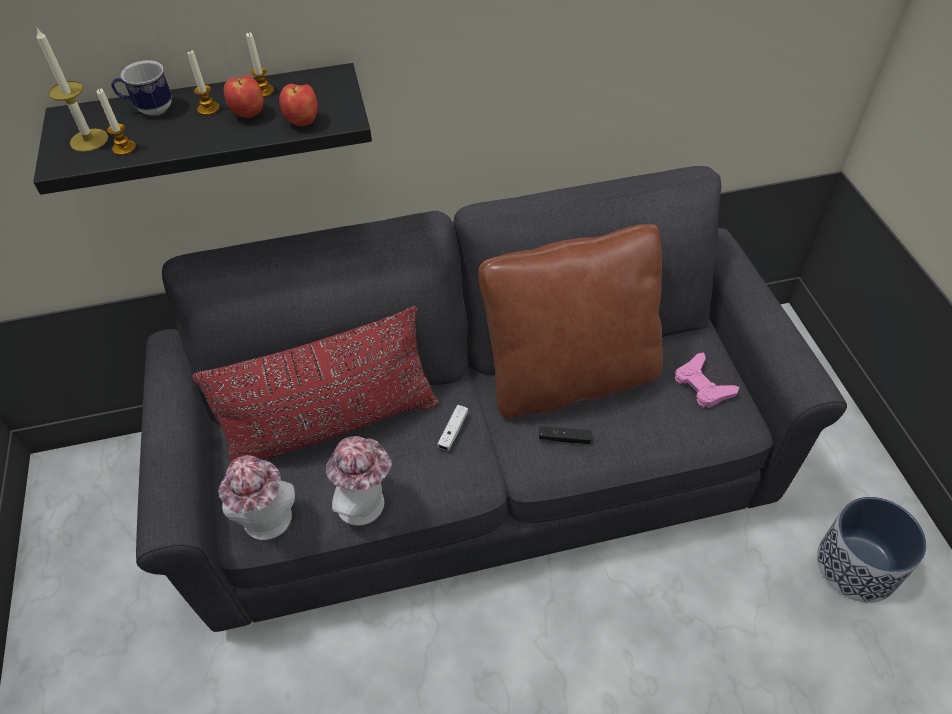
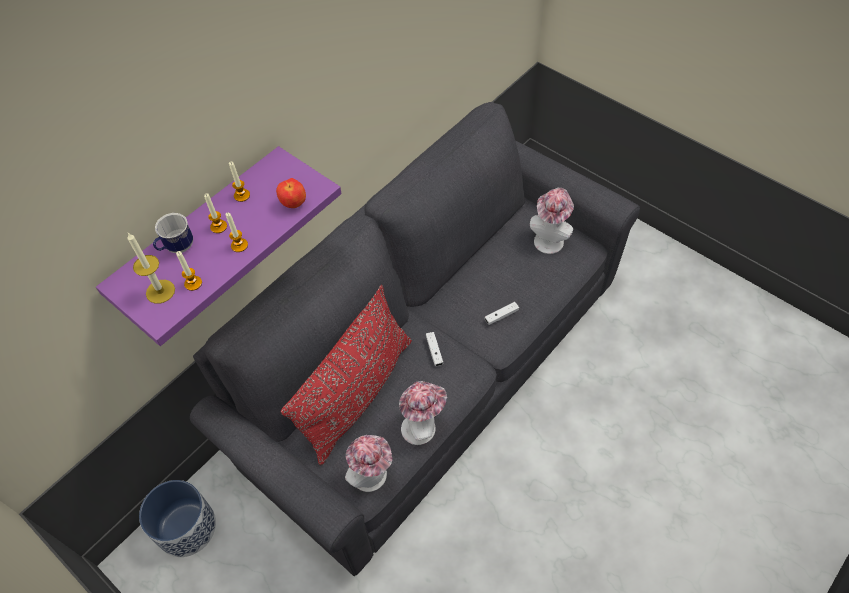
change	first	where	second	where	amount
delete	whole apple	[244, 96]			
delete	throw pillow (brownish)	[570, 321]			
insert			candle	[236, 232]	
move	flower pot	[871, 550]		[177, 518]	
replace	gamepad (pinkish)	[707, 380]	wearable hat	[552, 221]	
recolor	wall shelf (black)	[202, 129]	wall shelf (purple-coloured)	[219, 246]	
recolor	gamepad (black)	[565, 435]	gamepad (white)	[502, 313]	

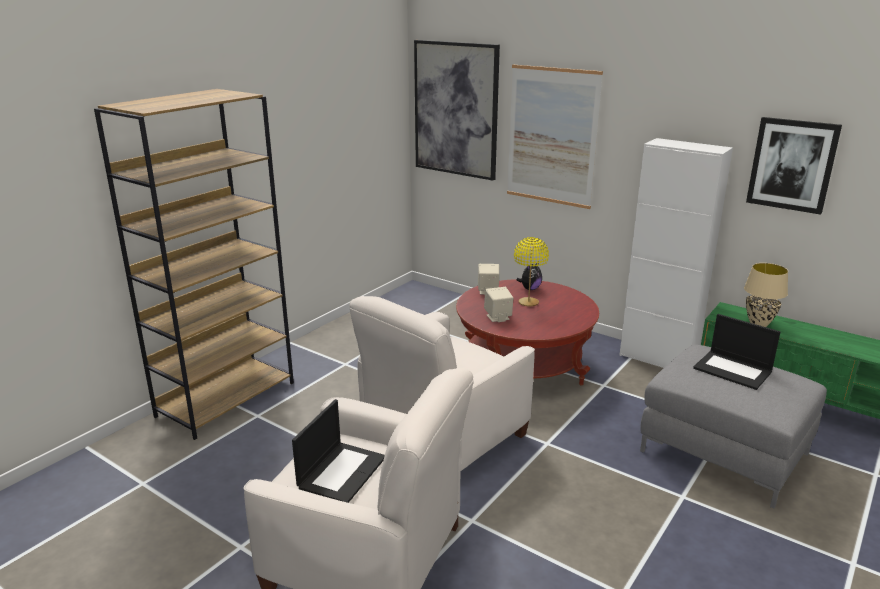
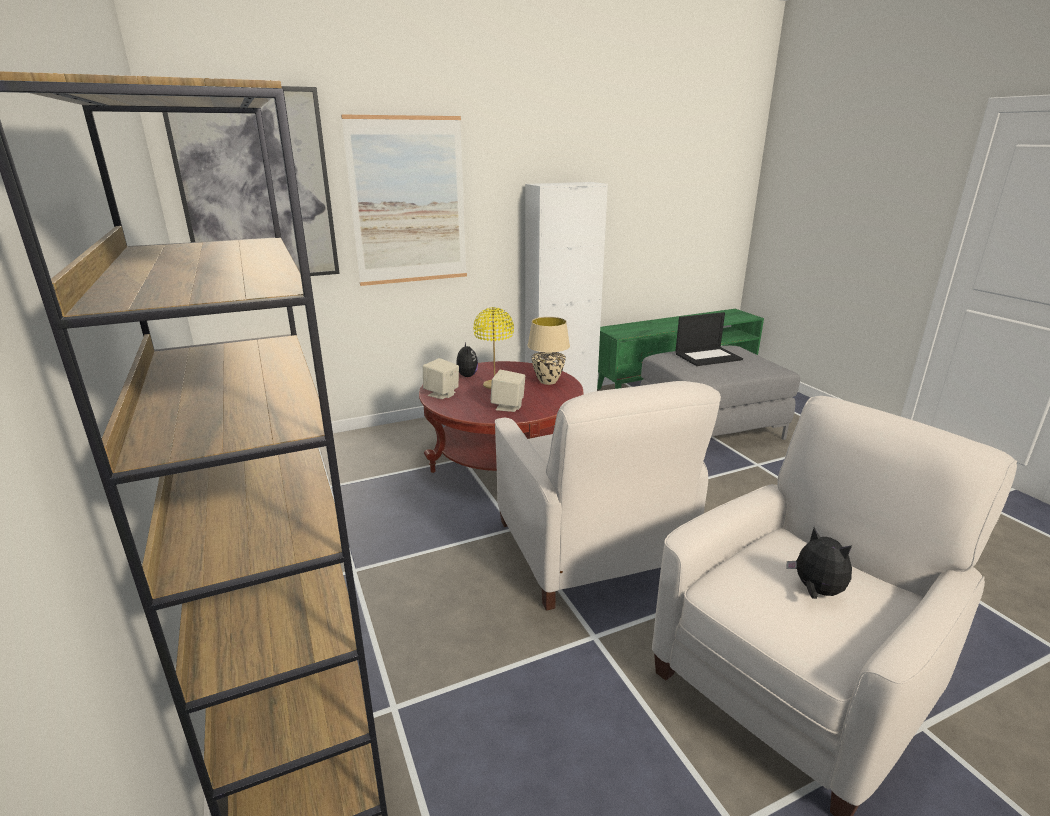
change	first	where	second	where	amount
delete	picture	[794, 166]			
move	tabletop lamp (beige)	[766, 295]		[549, 351]	
replace	notebook computer	[338, 451]	cuddly toy	[819, 563]	

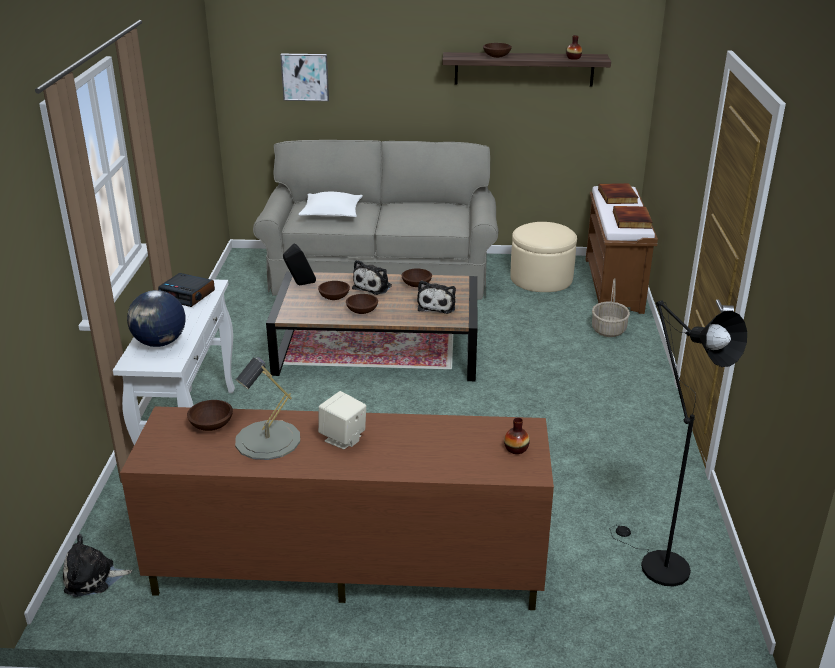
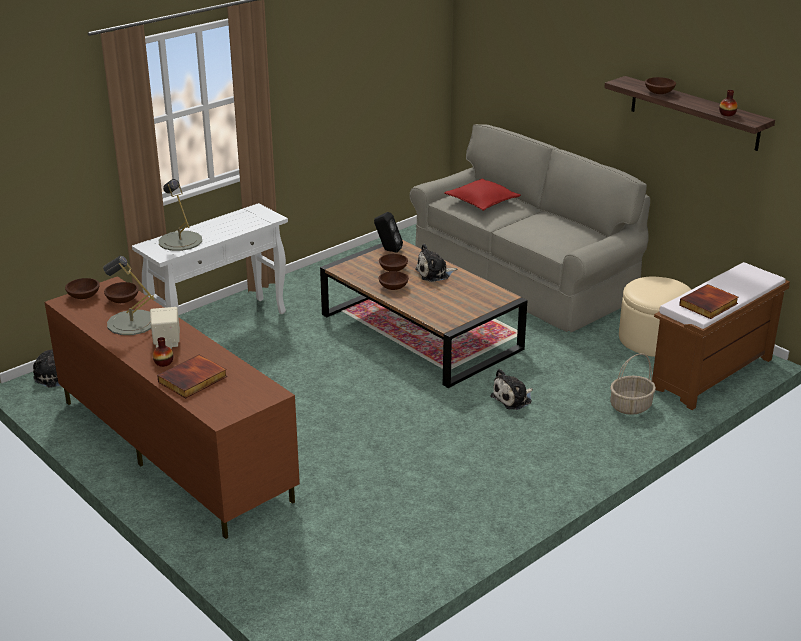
change	first	where	second	where	amount
delete	table clock	[186, 290]			
delete	picture	[304, 77]			
delete	floor lamp (black)	[678, 443]			
move	deep dish (brownish)	[416, 278]		[82, 288]	
move	cuddly toy	[436, 297]		[512, 389]	
move	flower vase	[517, 435]		[163, 352]	
move	book	[618, 193]		[192, 377]	
replace	world globe	[156, 318]	tabletop lamp (grey)	[180, 215]	
recolor	throw pillow (white)	[330, 204]	throw pillow (reddish)	[482, 194]	

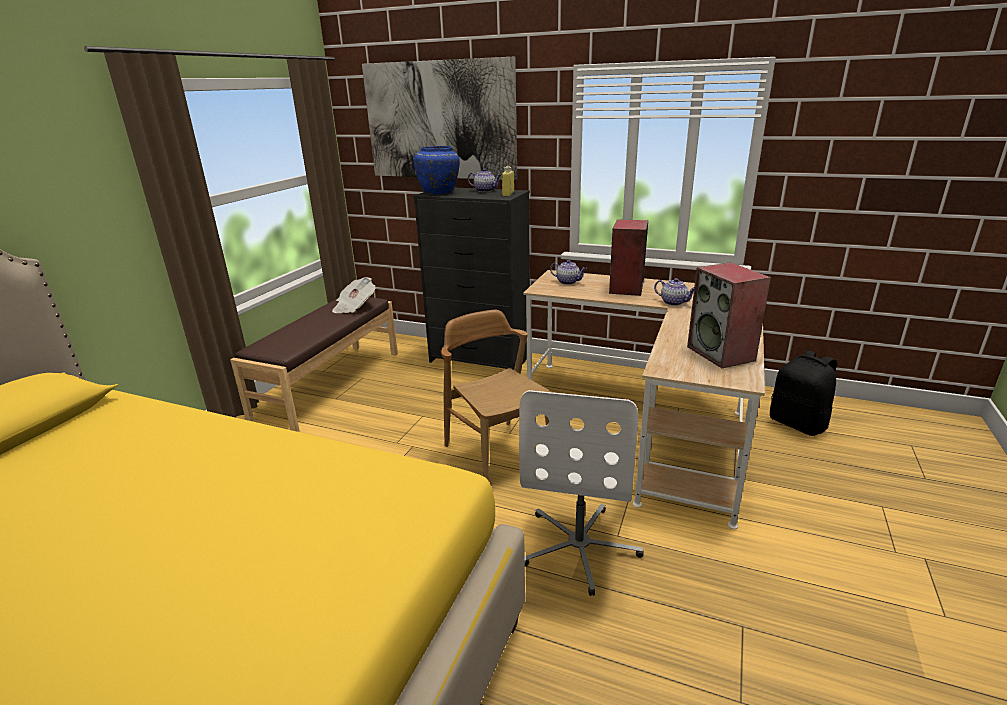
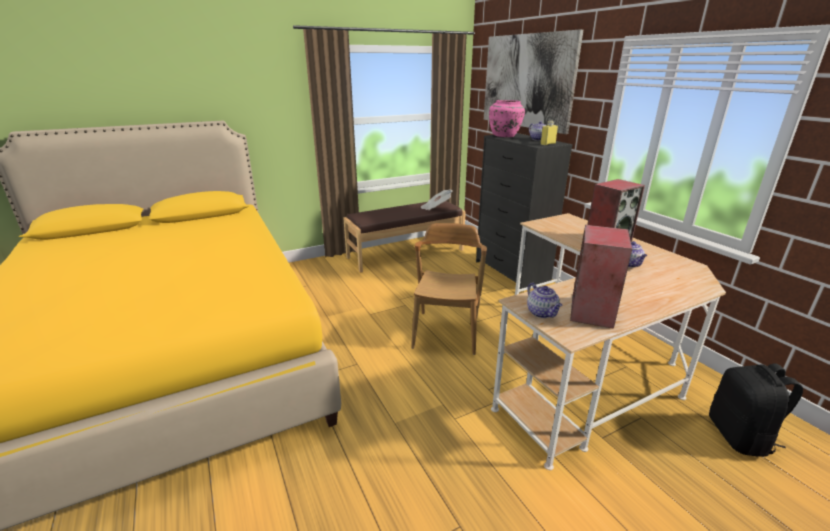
change	first	where	second	where	amount
delete	office chair (white)	[581, 493]			
move	teapot	[568, 272]		[545, 300]	
recolor	flower vase (bluish)	[437, 170]	flower vase (pinkish)	[507, 118]	

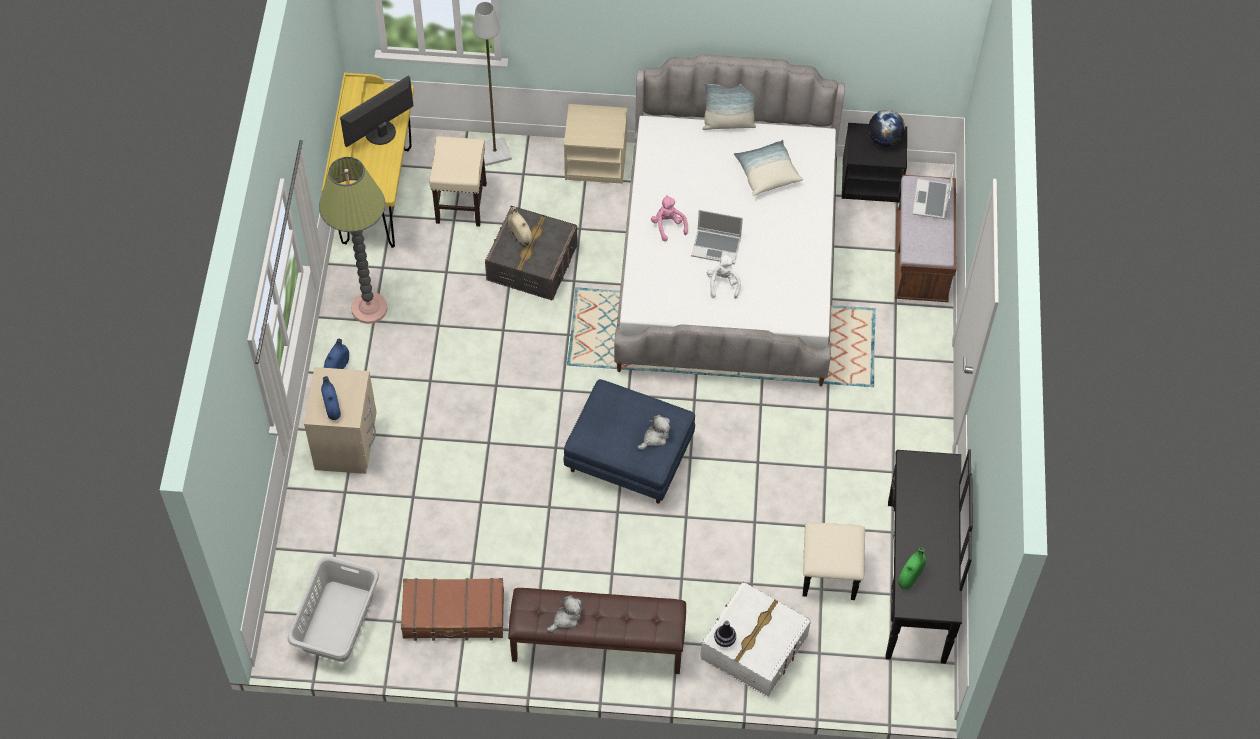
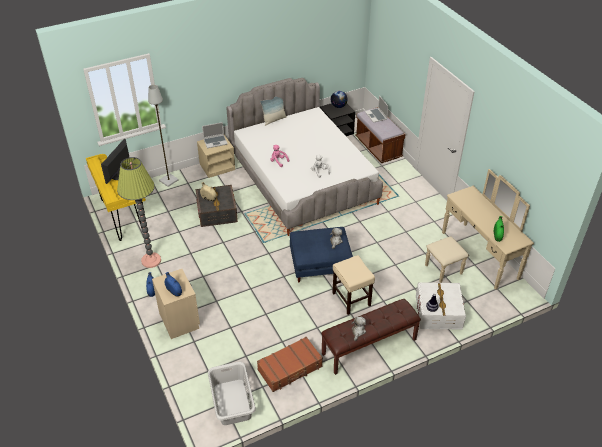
change	first	where	second	where	amount
delete	throw pillow	[768, 168]			
move	stool (beige)	[458, 181]		[353, 285]	
move	notebook computer	[717, 237]		[215, 135]	
recolor	dresser (black)	[888, 556]	dresser (beige)	[479, 229]	

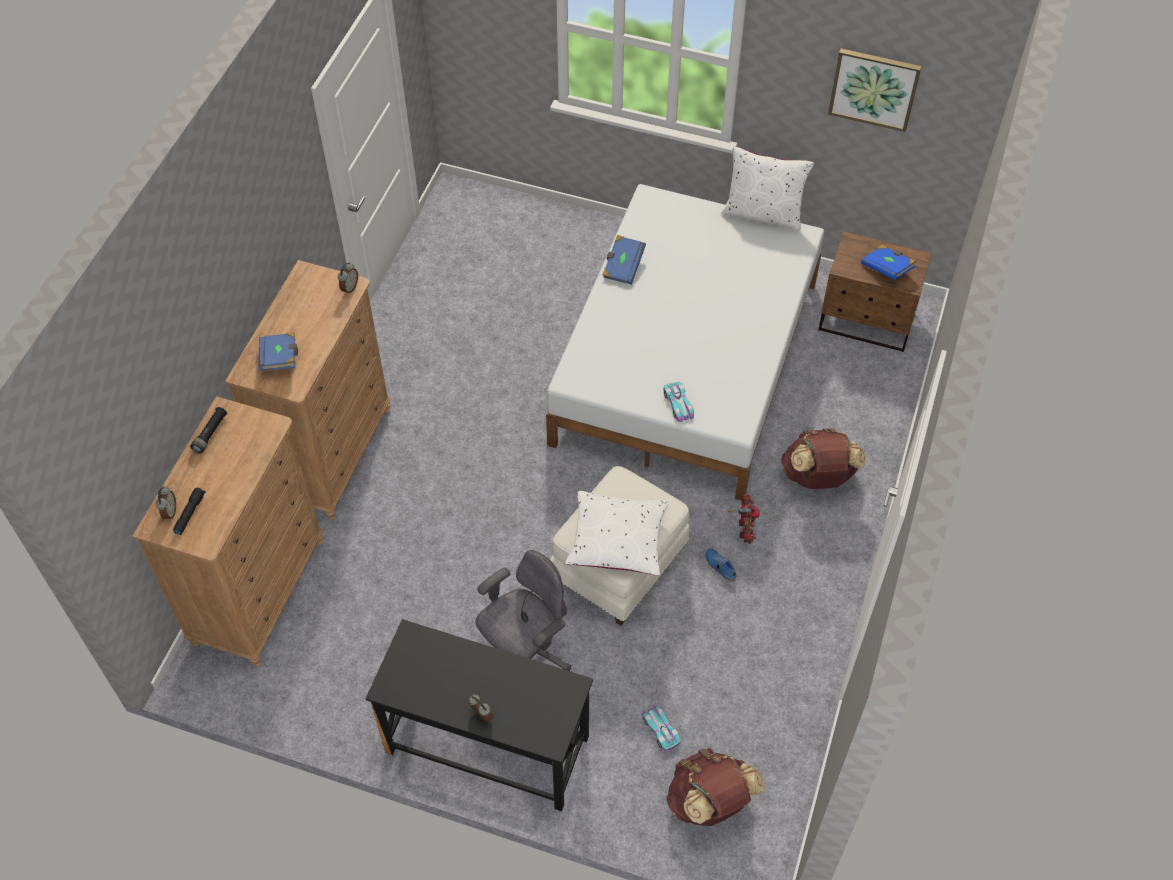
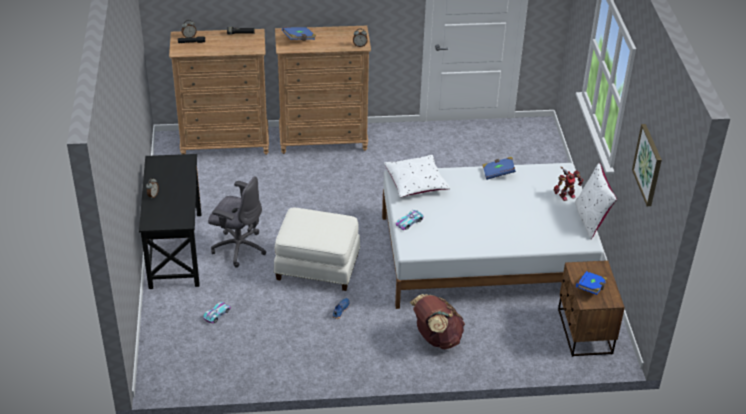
change	first	where	second	where	amount
delete	rucksack (brownish)	[715, 787]			
move	throw pillow (white)	[617, 533]		[417, 176]	
move	model robot	[743, 519]		[568, 184]	

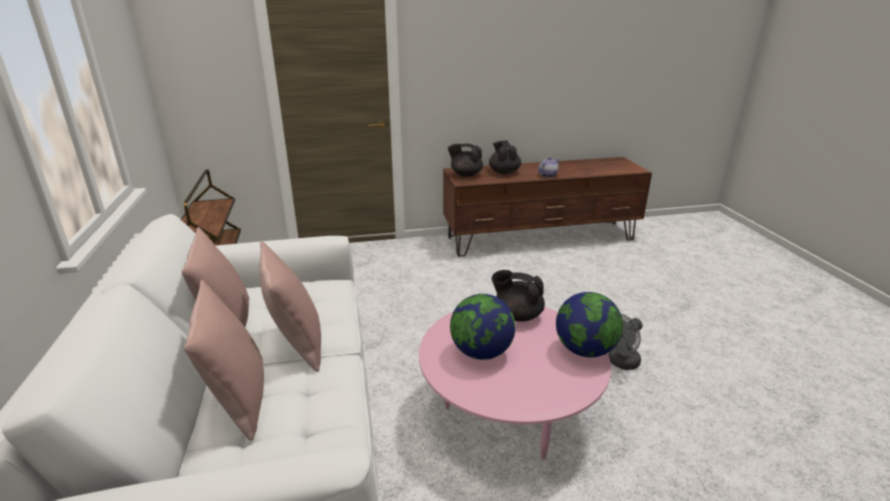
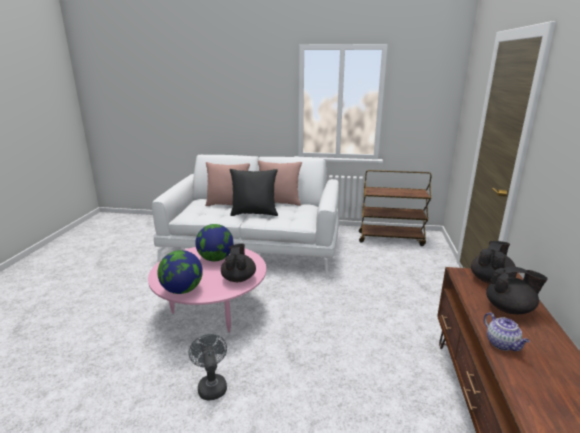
change	first	where	second	where	amount
recolor	throw pillow (pinkish)	[290, 306]	throw pillow (black)	[254, 192]	
rotate	teapot (black)	[518, 296]		[238, 263]	45 degrees counterclockwise

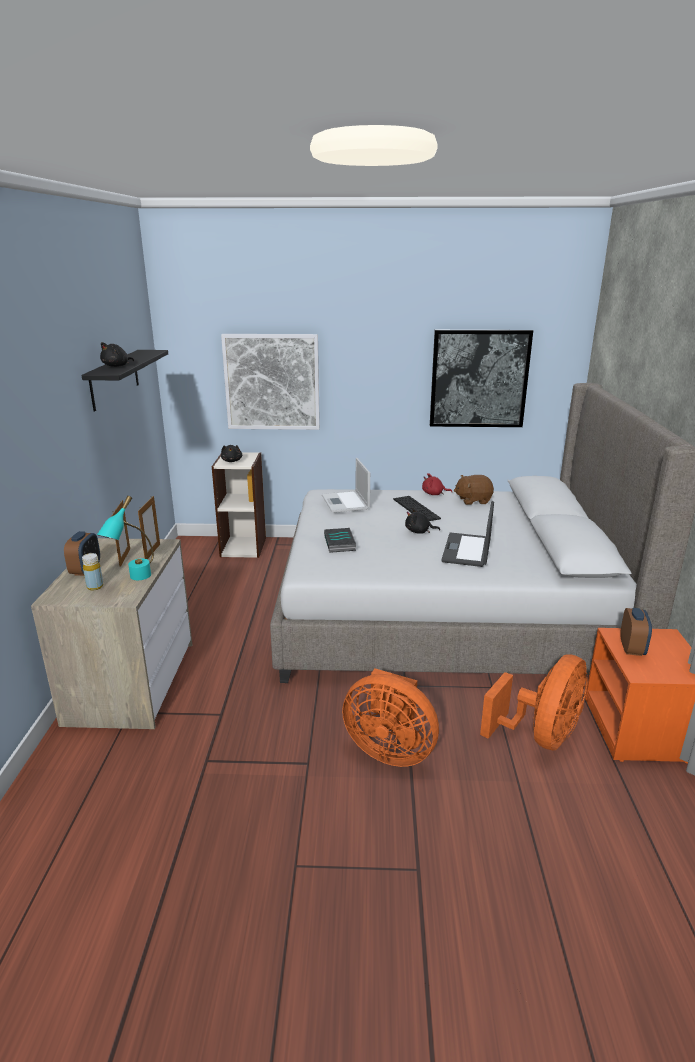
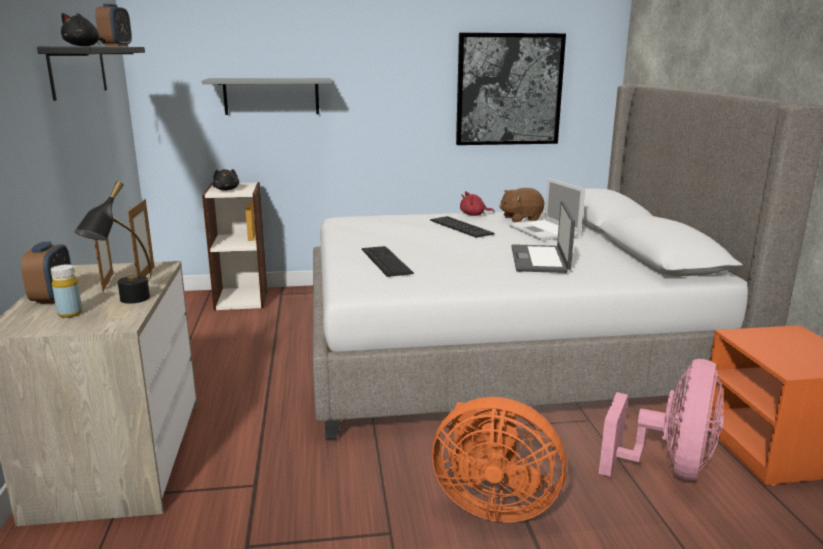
change	first	where	second	where	amount
delete	cuddly toy (black)	[422, 521]			
move	notebook computer	[346, 485]		[547, 209]	
move	table clock	[636, 632]		[113, 25]	
replace	picture	[270, 382]	wall shelf (grey)	[267, 96]	
replace	book	[340, 540]	keyboard	[388, 261]	
recolor	tabletop lamp (blue-green)	[125, 538]	tabletop lamp (black)	[113, 242]	
recolor	cooling fan (orange)	[534, 702]	cooling fan (pinkish)	[661, 419]	

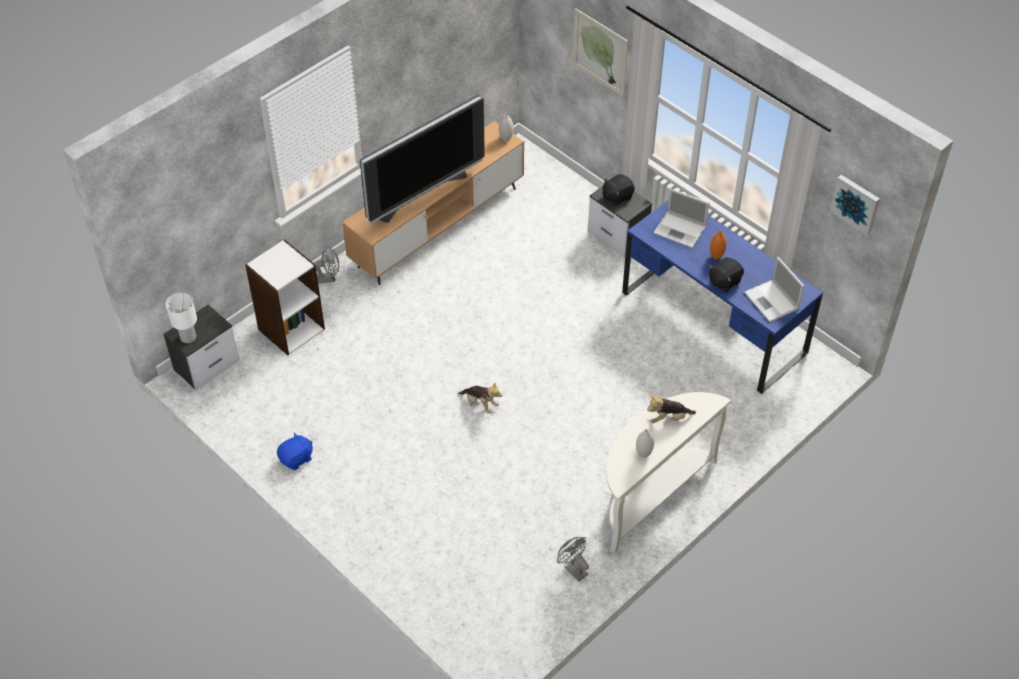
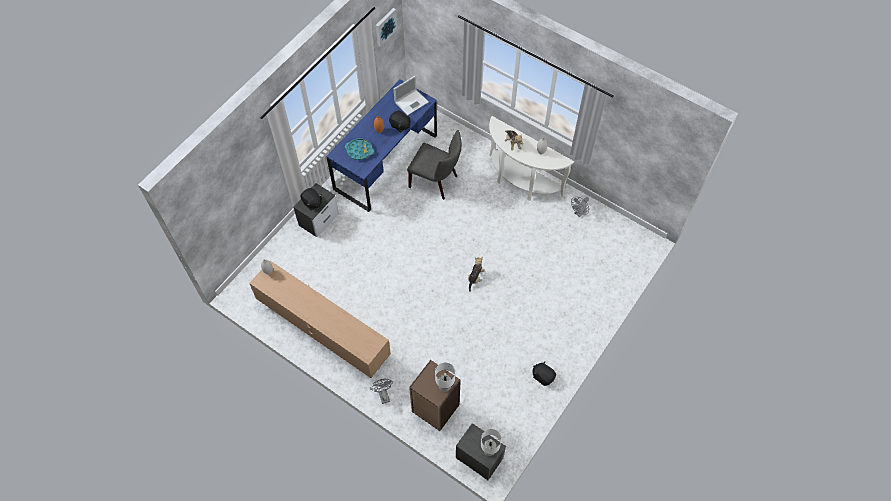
change	first	where	second	where	amount
delete	TV set	[422, 159]			
delete	picture	[600, 52]			
insert			chair (grey)	[434, 165]	
insert			tabletop lamp (white)	[445, 377]	
replace	notebook computer	[681, 218]	serving tray (blue-green)	[359, 149]	
recolor	bookshelf (white)	[285, 297]	bookshelf (brownish)	[435, 395]	
recolor	cuddly toy (bluish)	[295, 451]	cuddly toy (black)	[544, 373]	

